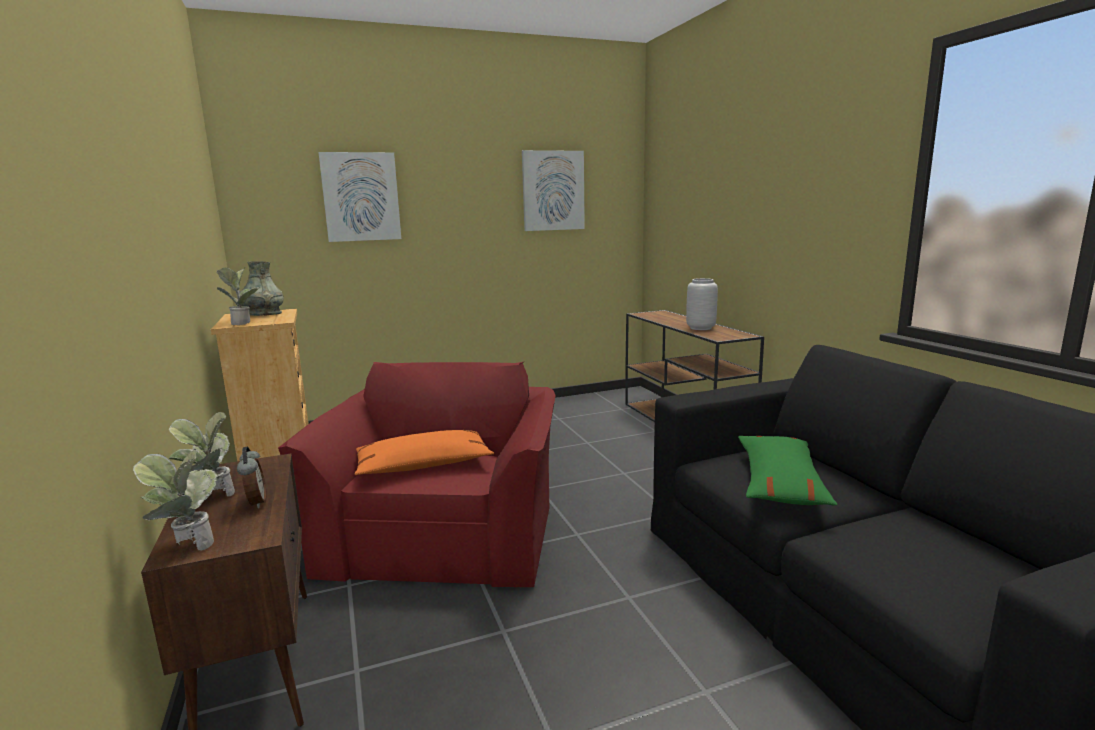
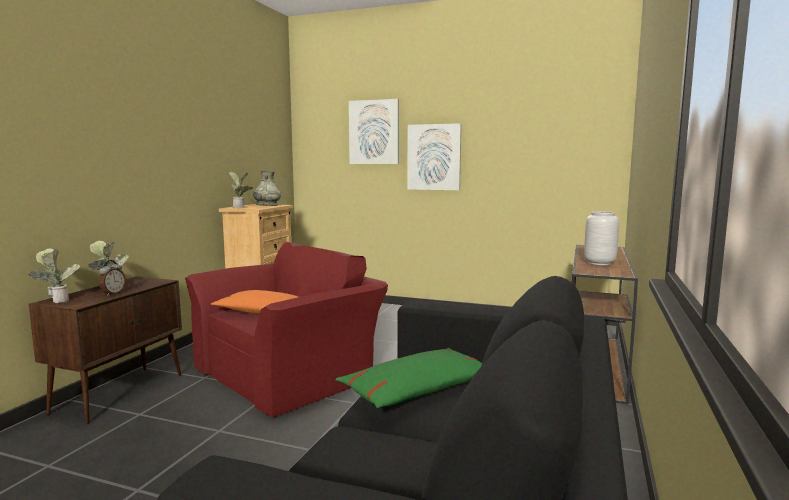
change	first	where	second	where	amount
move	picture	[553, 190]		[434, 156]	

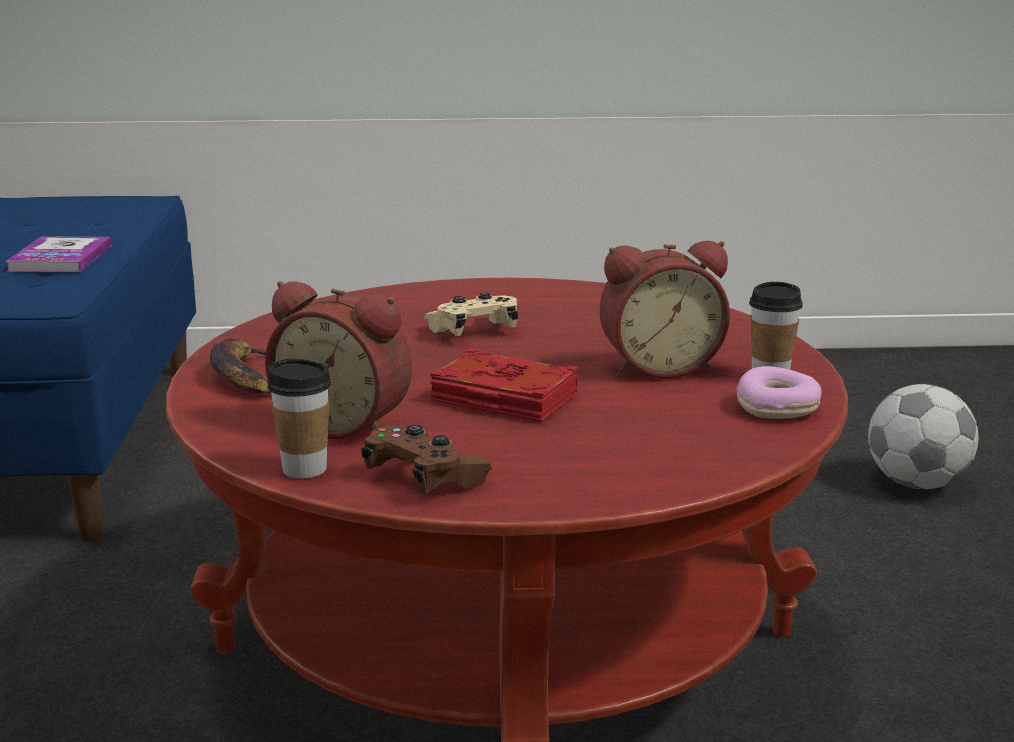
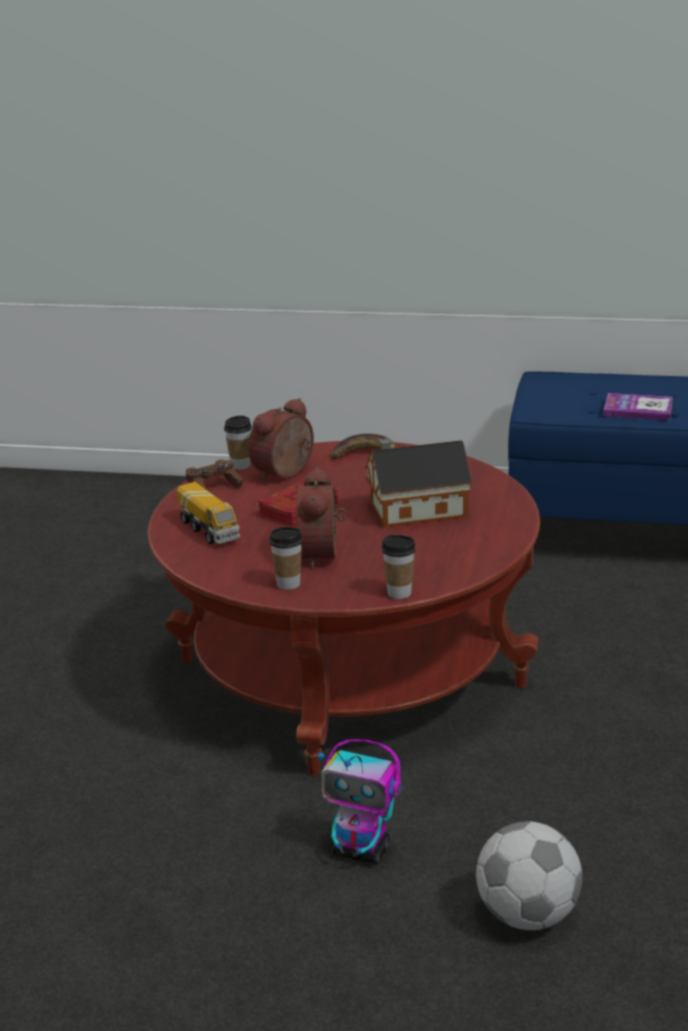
change	first	where	second	where	amount
delete	doughnut	[778, 392]			
insert			toy lorry	[208, 513]	
insert			model robot	[360, 802]	
insert			small cup	[399, 567]	
replace	gamepad (beige)	[471, 314]	miniature house	[418, 482]	

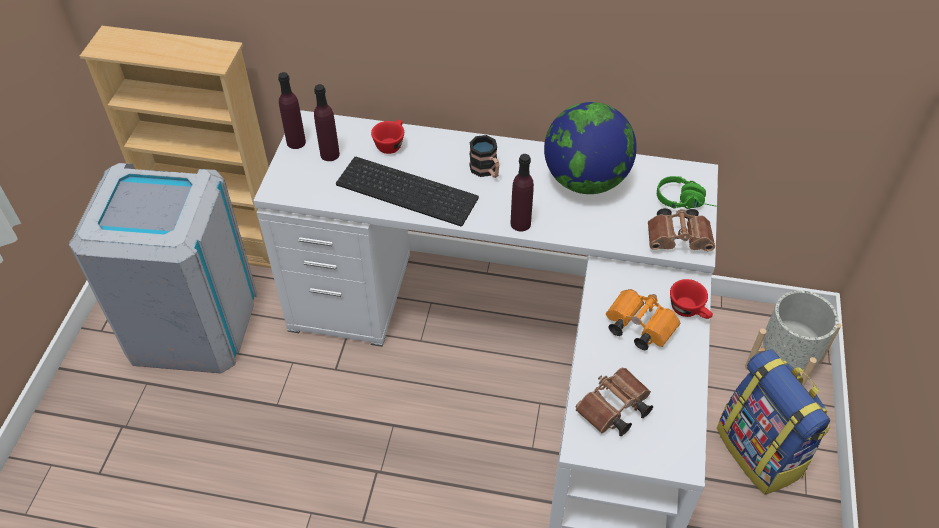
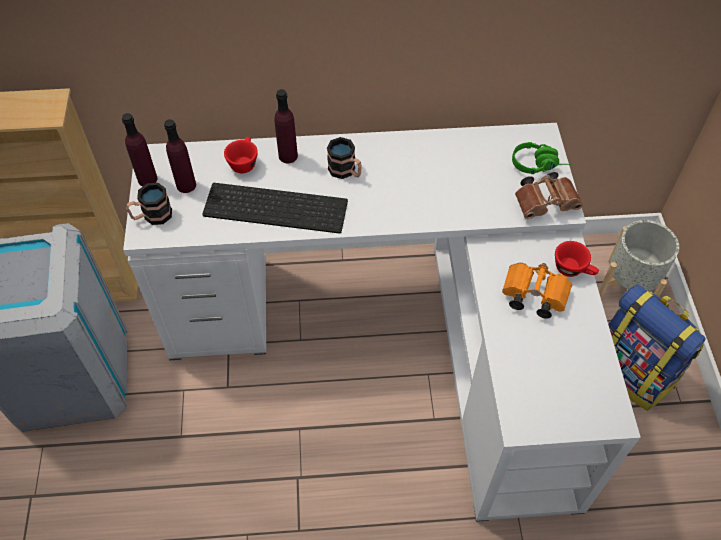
change	first	where	second	where	amount
delete	world globe	[590, 148]			
delete	field glasses (brownish)	[614, 402]			
insert			tea mug	[149, 204]	
move	beverage bottle (purple-coloured)	[522, 193]		[286, 126]	

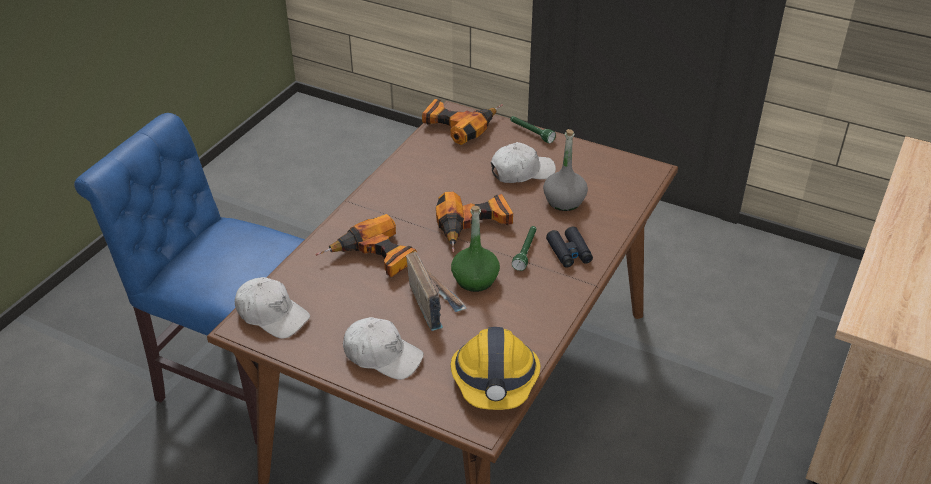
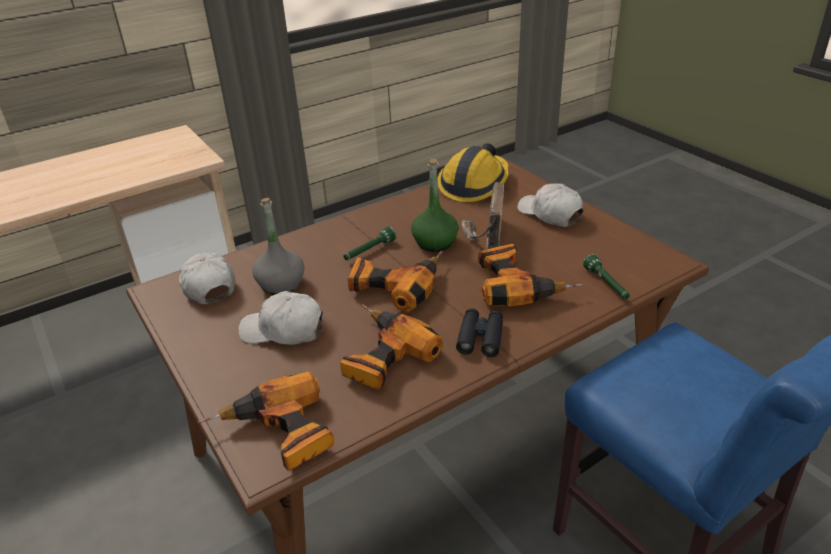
change	first	where	second	where	amount
insert			drill	[391, 347]	
move	cap (white)	[272, 308]		[207, 278]	
move	flashlight (greenish)	[533, 129]		[606, 276]	
move	field glasses (black)	[569, 247]		[479, 332]	

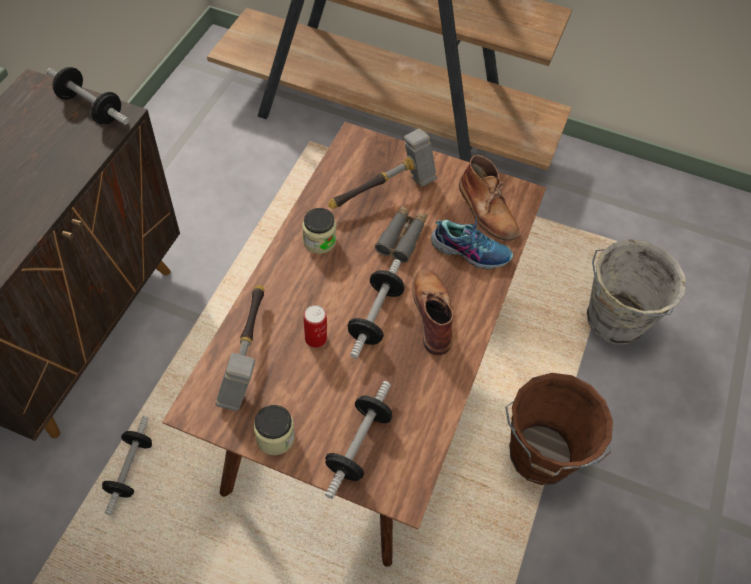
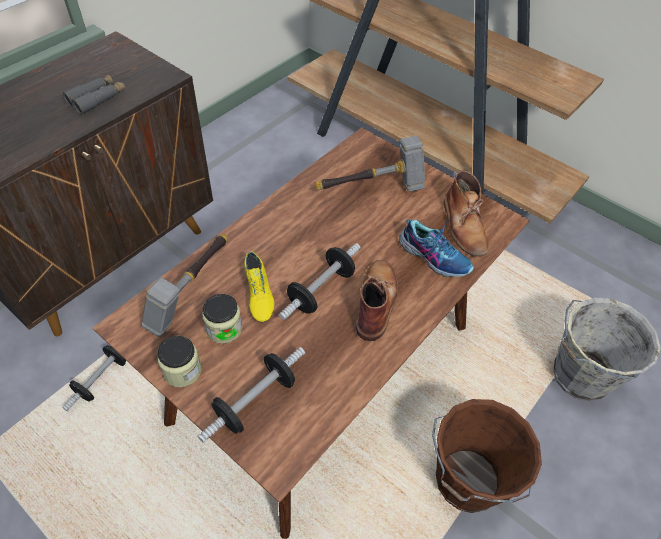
change	first	where	second	where	amount
delete	dumbbell	[88, 96]			
move	preserve jar	[319, 231]		[222, 318]	
move	field glasses (grey)	[401, 234]		[94, 94]	
replace	metal can	[315, 326]	low shoe (yellow)	[259, 286]	

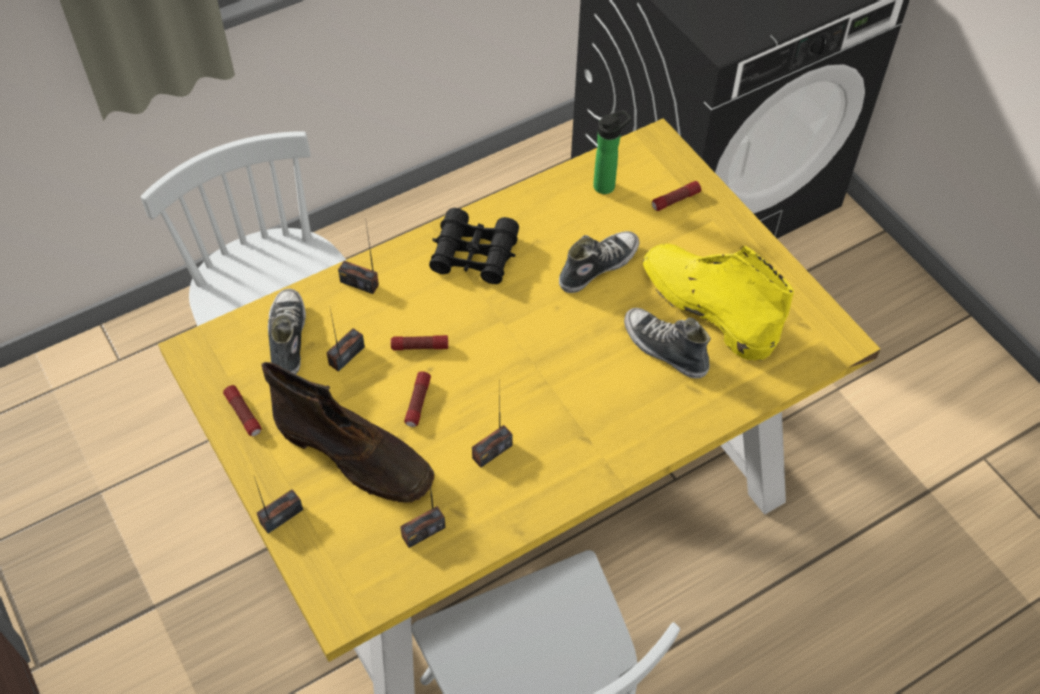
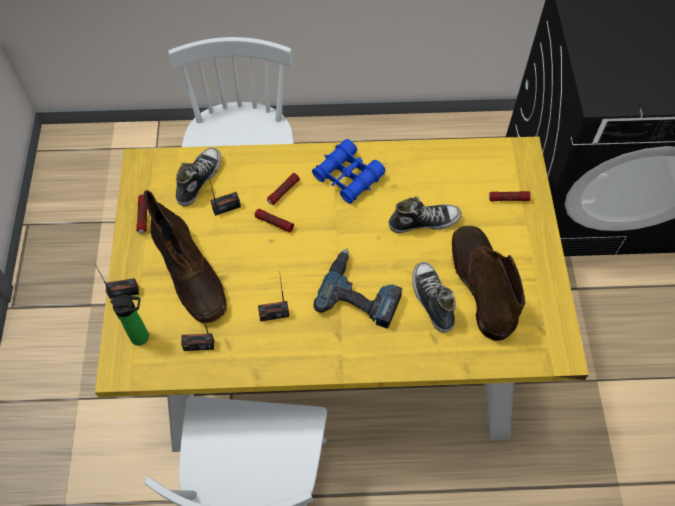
change	first	where	second	where	amount
delete	radio receiver	[358, 258]			
insert			drill	[358, 288]	
move	flashlight	[417, 399]		[283, 189]	
move	beverage bottle	[612, 152]		[129, 320]	
recolor	field glasses (black)	[474, 246]	field glasses (bluish)	[348, 171]	
recolor	high-top boot (yellow)	[718, 302]	high-top boot (brownish)	[488, 283]	

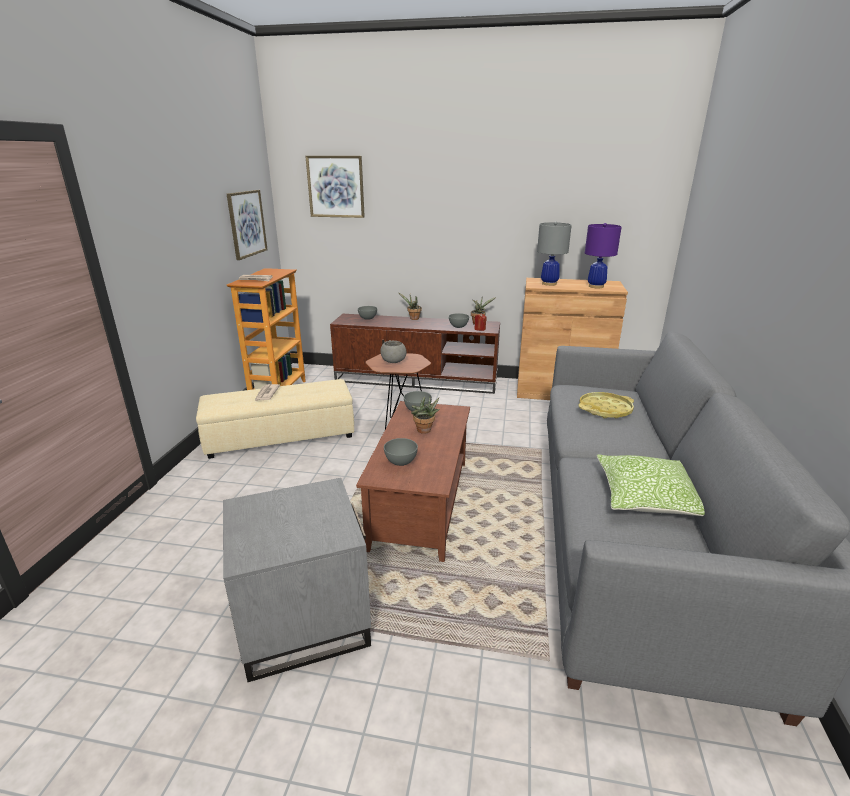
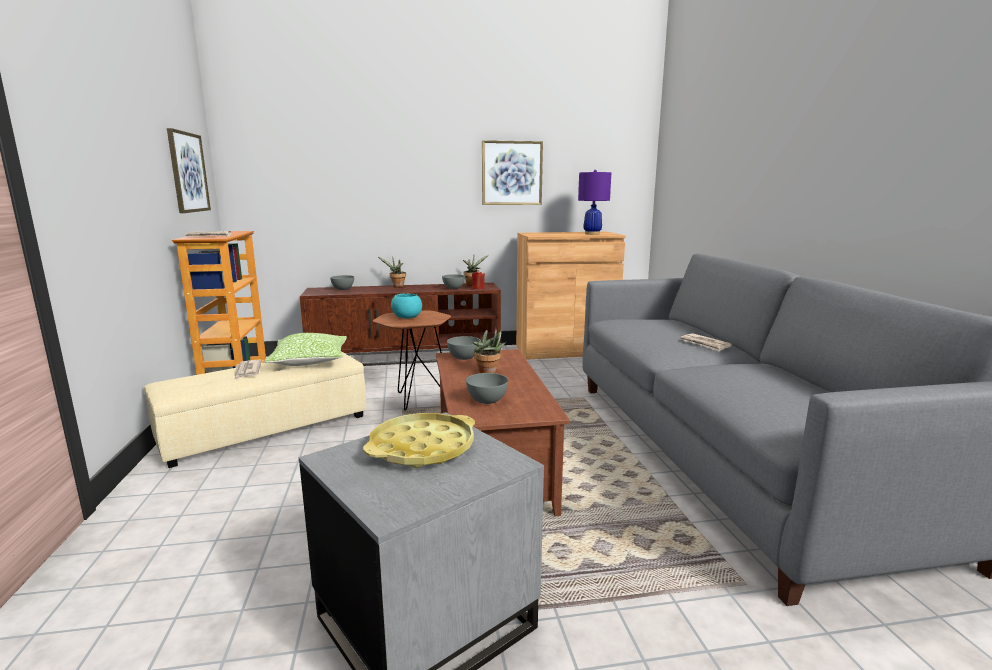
change	first	where	second	where	amount
delete	tabletop lamp (grey)	[554, 254]			
insert			newspaper	[706, 342]	
move	picture	[335, 187]		[512, 172]	
move	serving tray (yellow)	[606, 405]		[419, 440]	
move	throw pillow	[651, 485]		[305, 349]	
recolor	deep dish (grey)	[393, 352]	deep dish (blue-green)	[406, 306]	

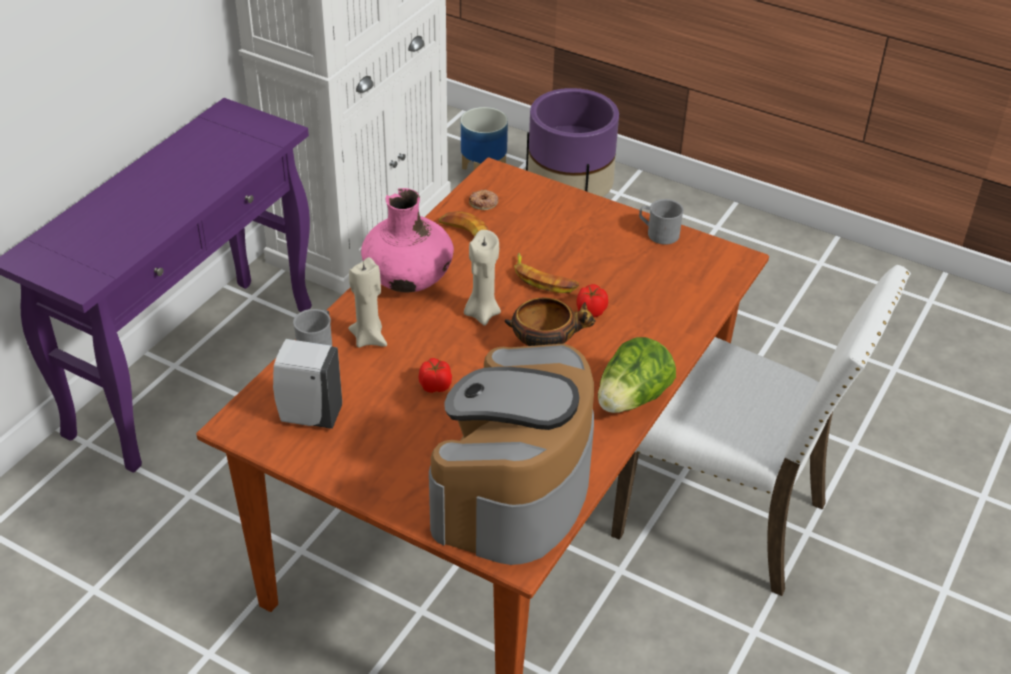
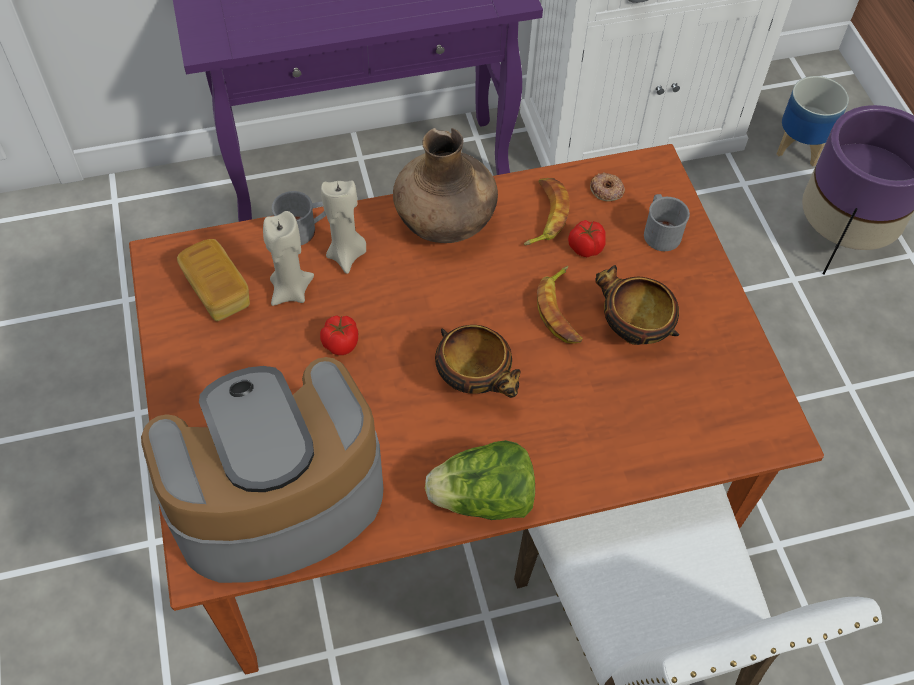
change	first	where	second	where	amount
insert			deep dish	[637, 305]	
move	candle (beige)	[482, 278]		[288, 258]	
move	fresh tomato	[592, 300]		[587, 238]	
move	tea mug (grey)	[661, 222]		[667, 222]	
replace	liquid soap bottle (white)	[307, 384]	bread	[213, 280]	
recolor	flower vase (pinkish)	[407, 240]	flower vase (brownish)	[445, 185]	

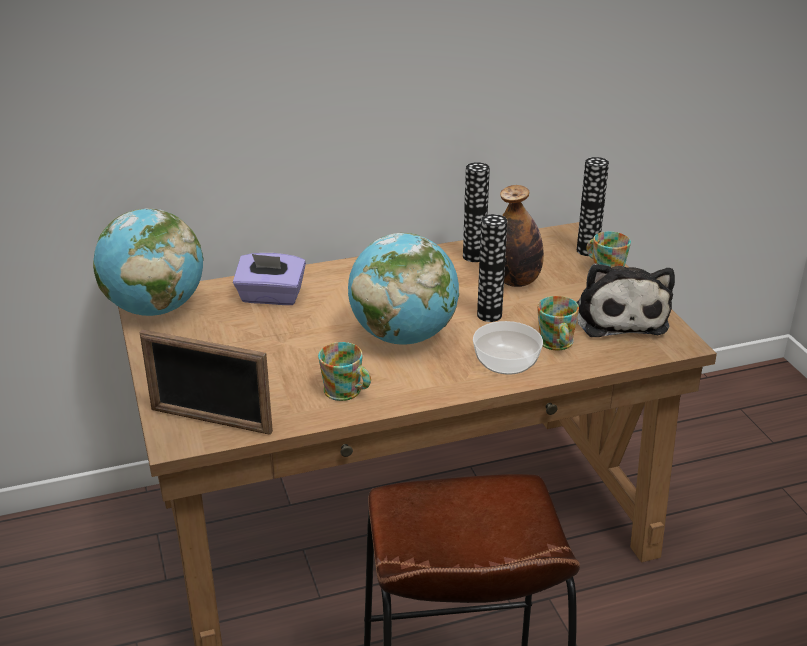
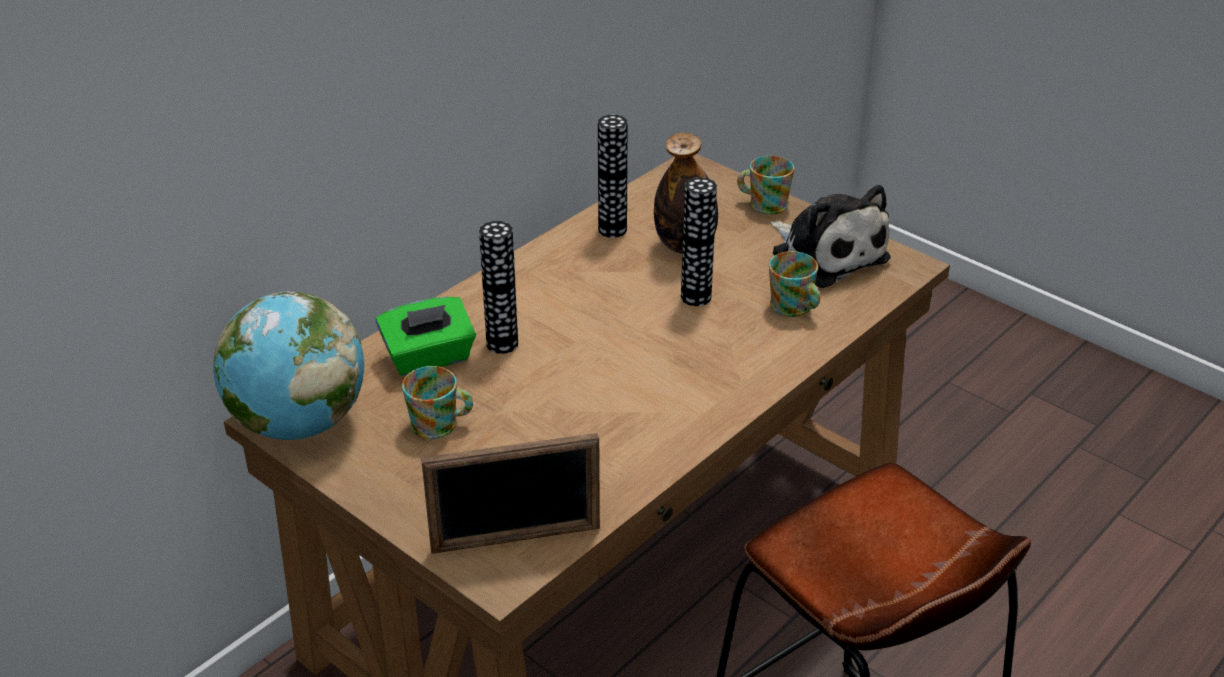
change	first	where	second	where	amount
delete	world globe	[403, 289]			
delete	deep dish	[508, 348]			
move	tea mug	[344, 371]		[437, 402]	
move	flower vase	[593, 206]		[498, 287]	
recolor	box of tissues (purple-coloured)	[269, 279]	box of tissues (greenish)	[426, 336]	

